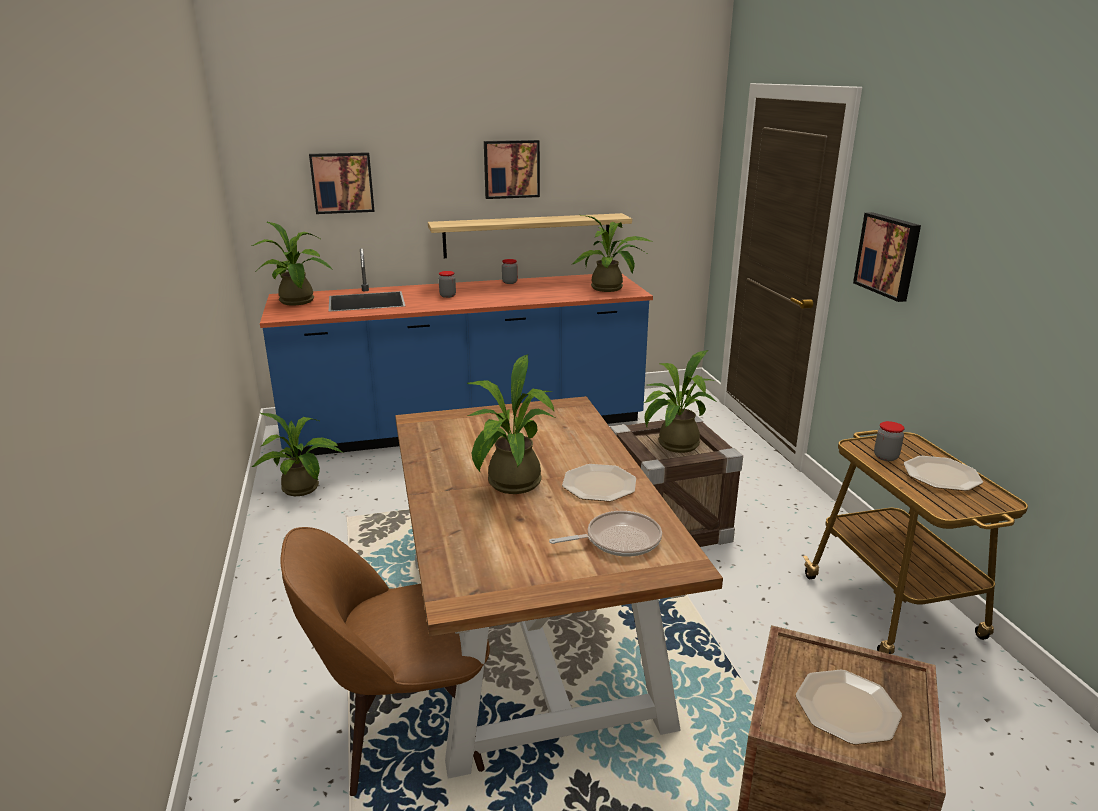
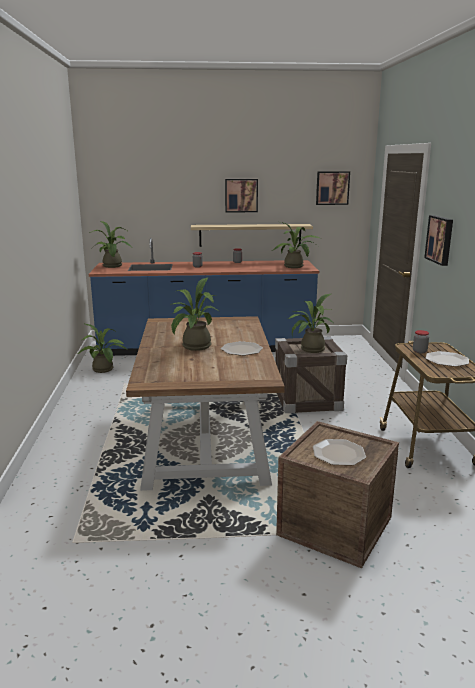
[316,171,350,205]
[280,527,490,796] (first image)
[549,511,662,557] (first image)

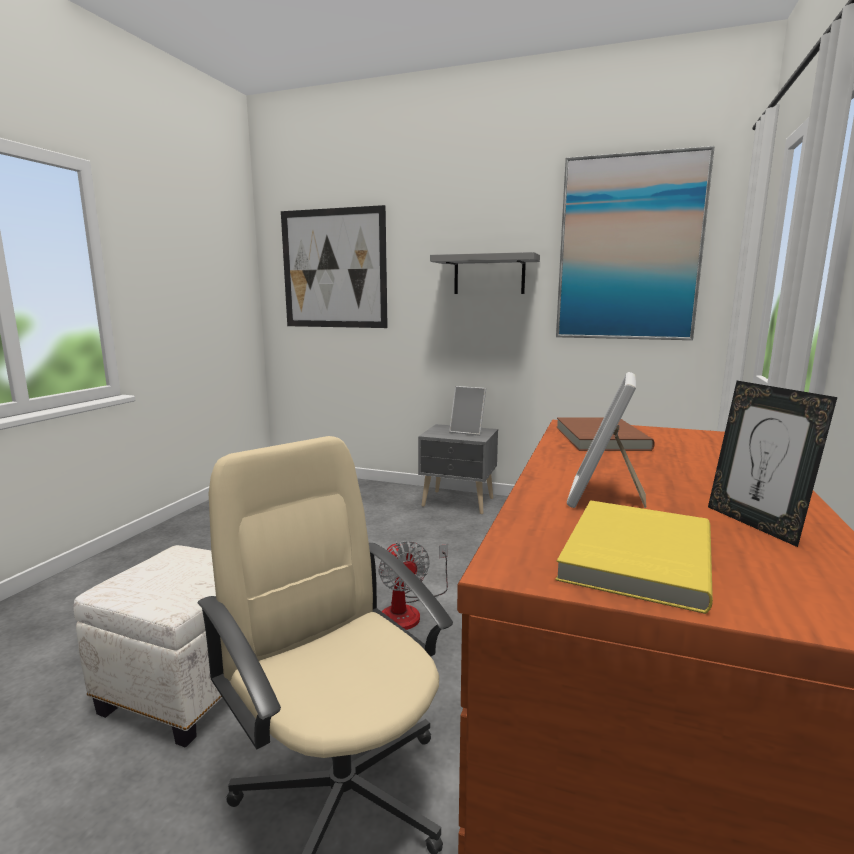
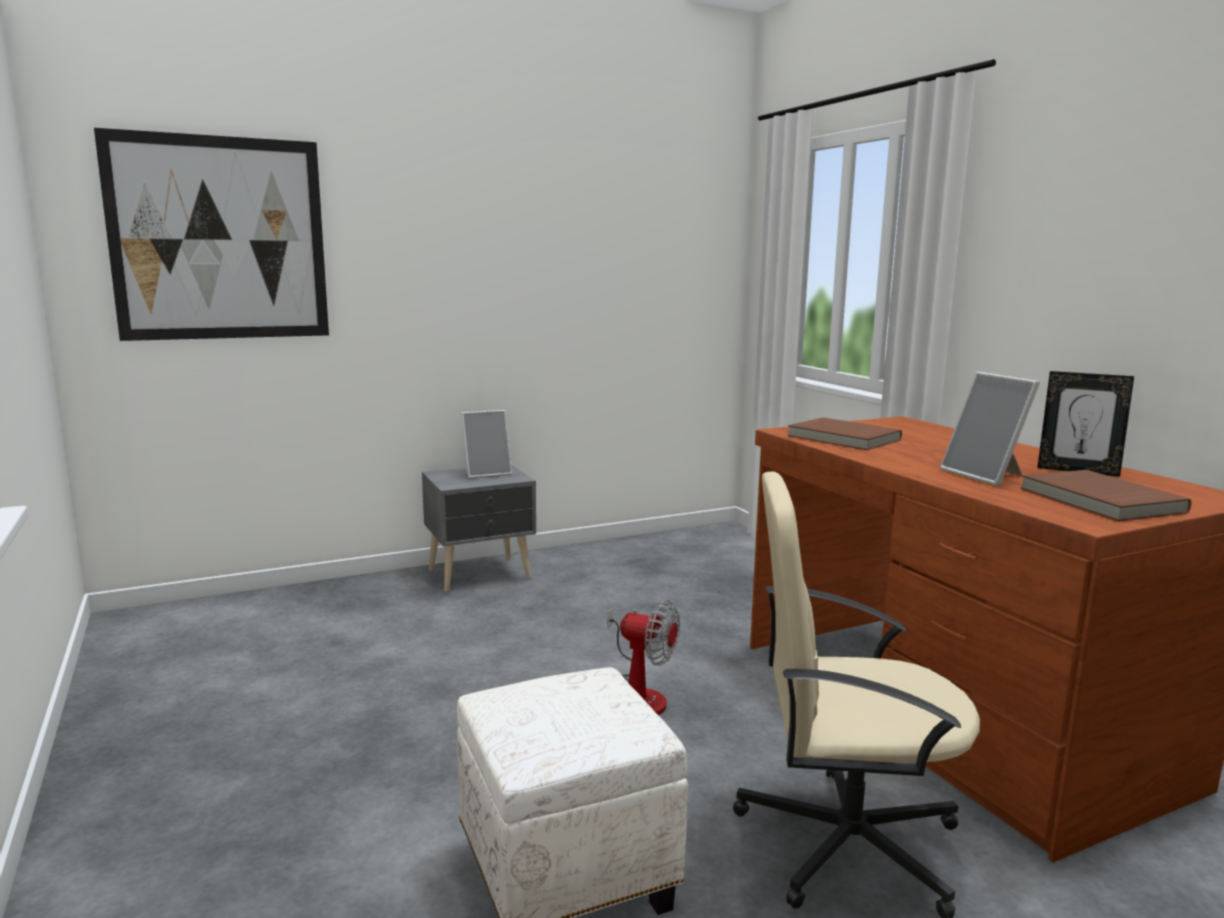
[1021,470,1191,521]
[430,252,540,294] (first image)
[556,146,715,340] (first image)

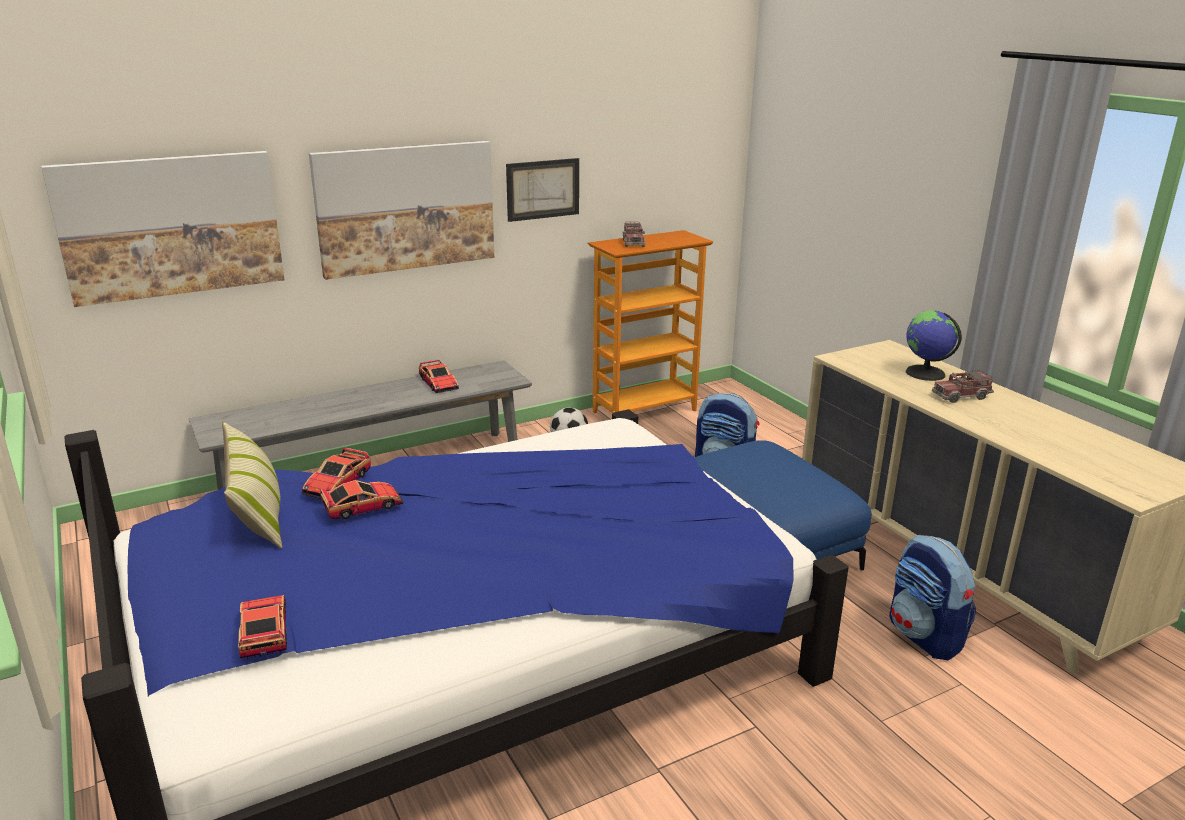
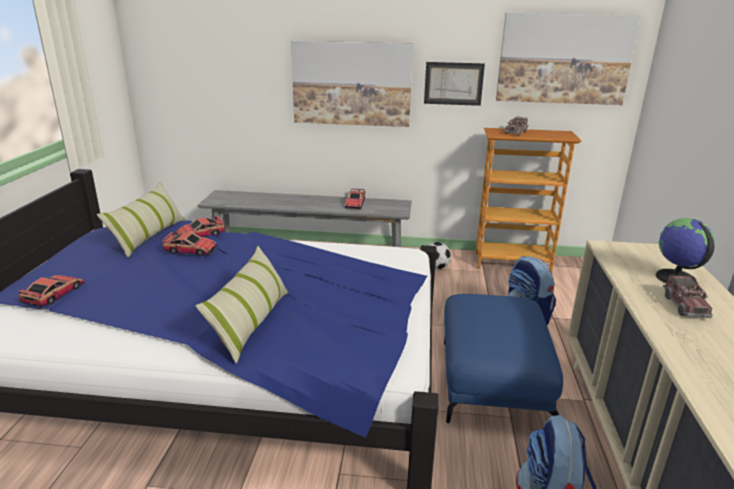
[195,246,289,363]
[496,13,641,105]
[663,274,713,318]

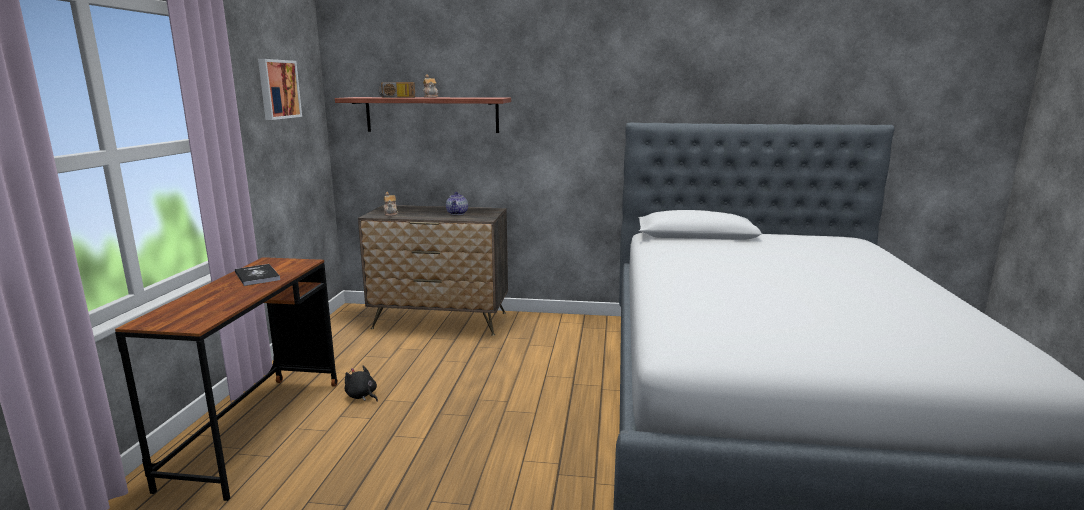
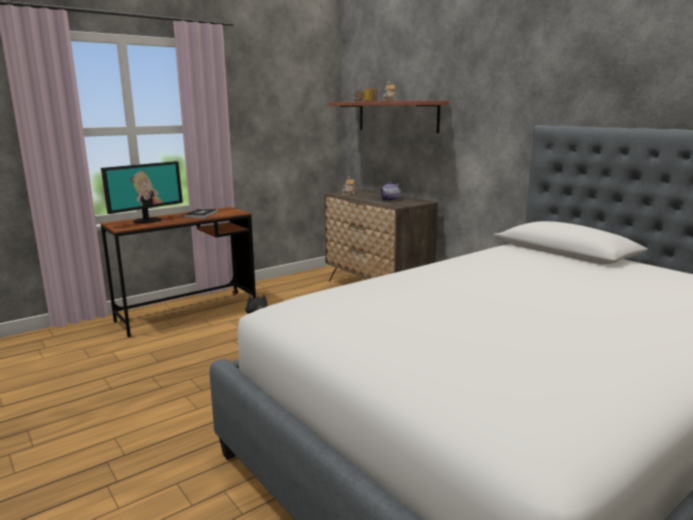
[101,161,183,223]
[258,59,302,120] (first image)

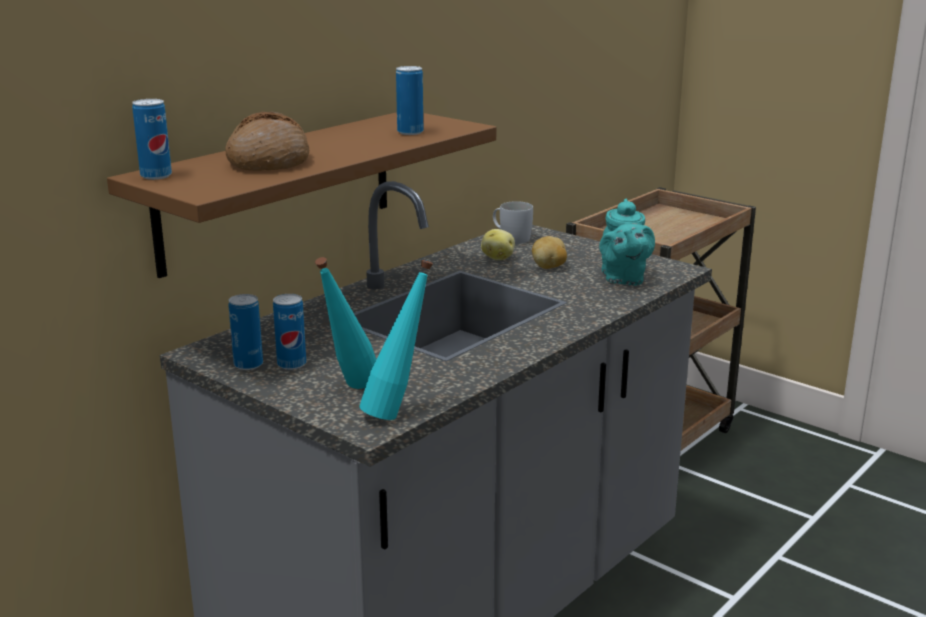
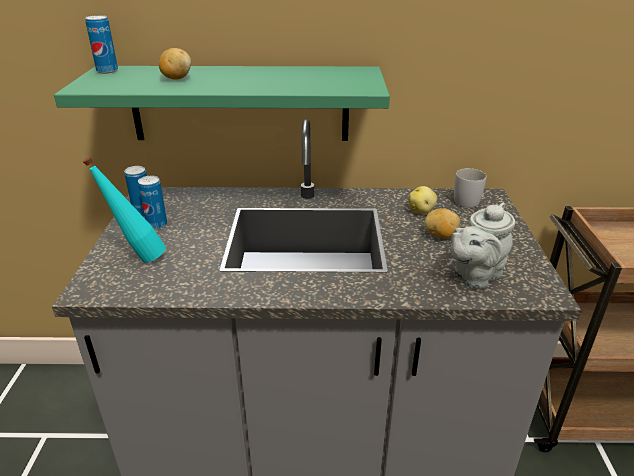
[54,66,390,141]
[159,48,191,80]
[451,203,515,289]
[359,260,433,420] (first image)
[396,66,423,135] (first image)

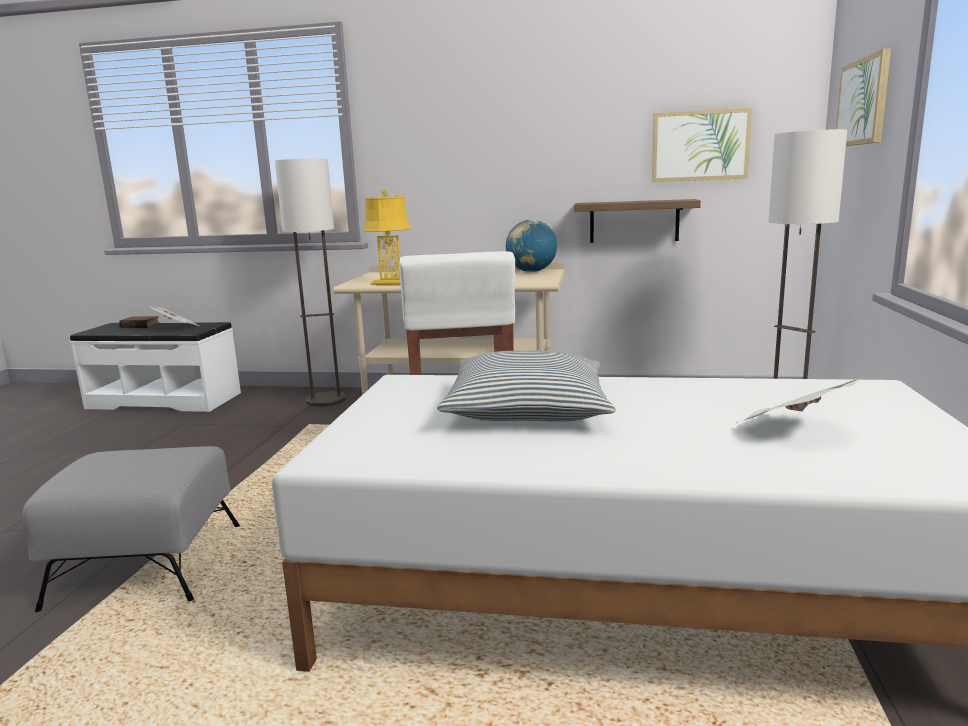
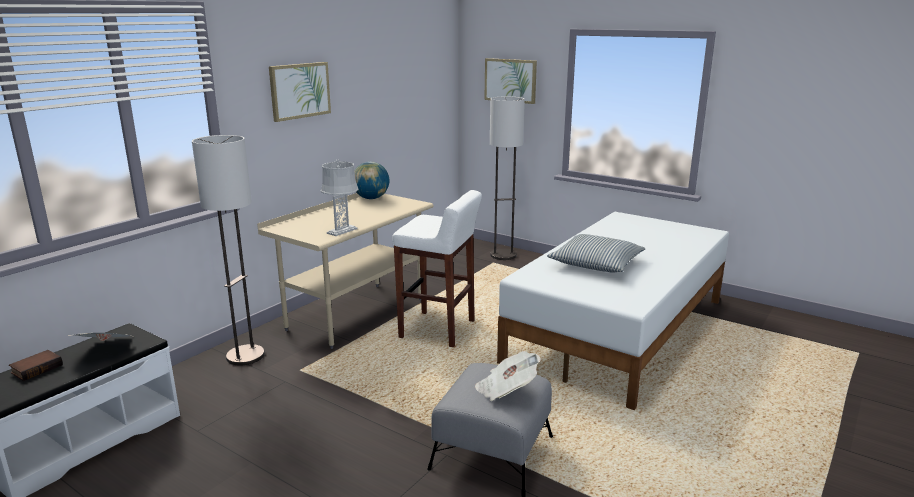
[269,62,331,122]
[321,159,358,236]
[475,351,541,401]
[574,199,701,243] (first image)

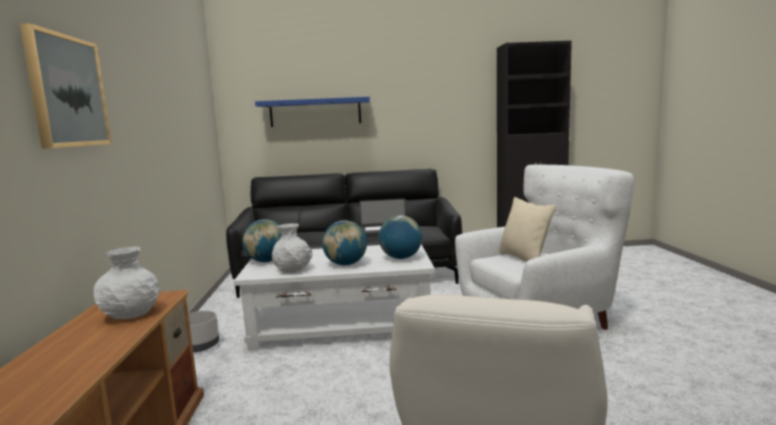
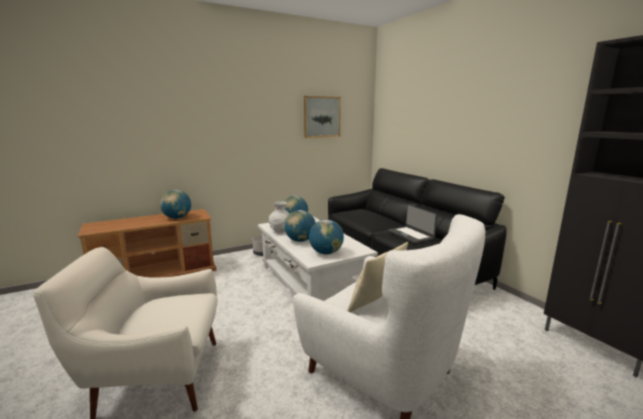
[160,190,191,219]
[304,96,341,138]
[255,97,370,127] (first image)

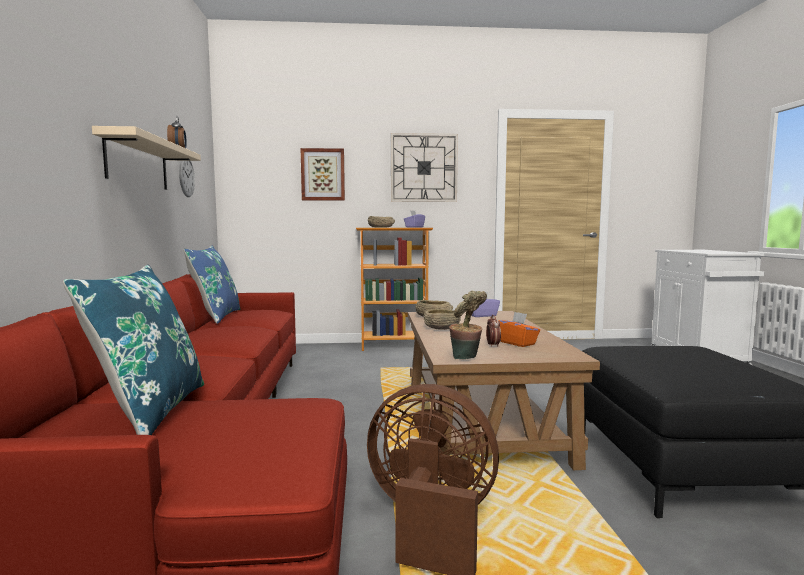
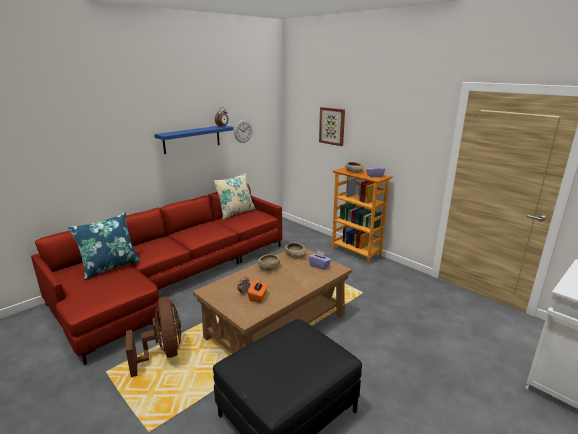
[154,125,234,154]
[213,173,256,220]
[391,133,458,202] (first image)
[449,291,487,359] (first image)

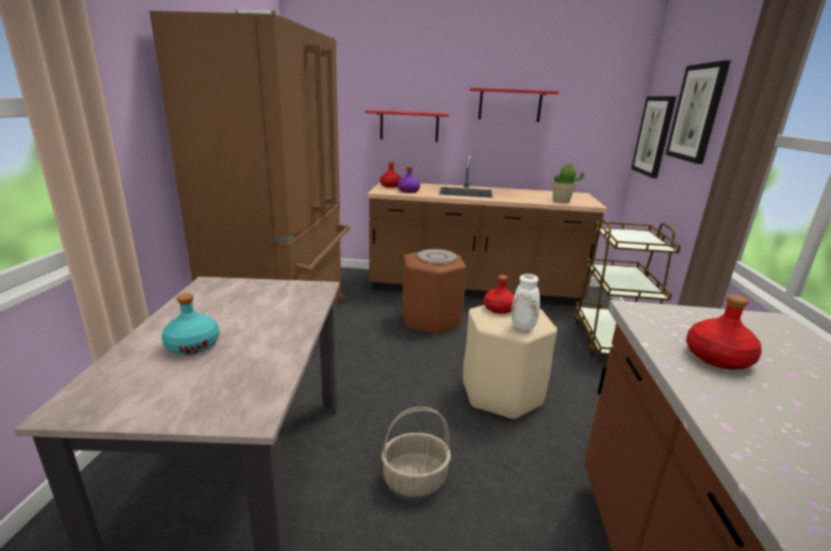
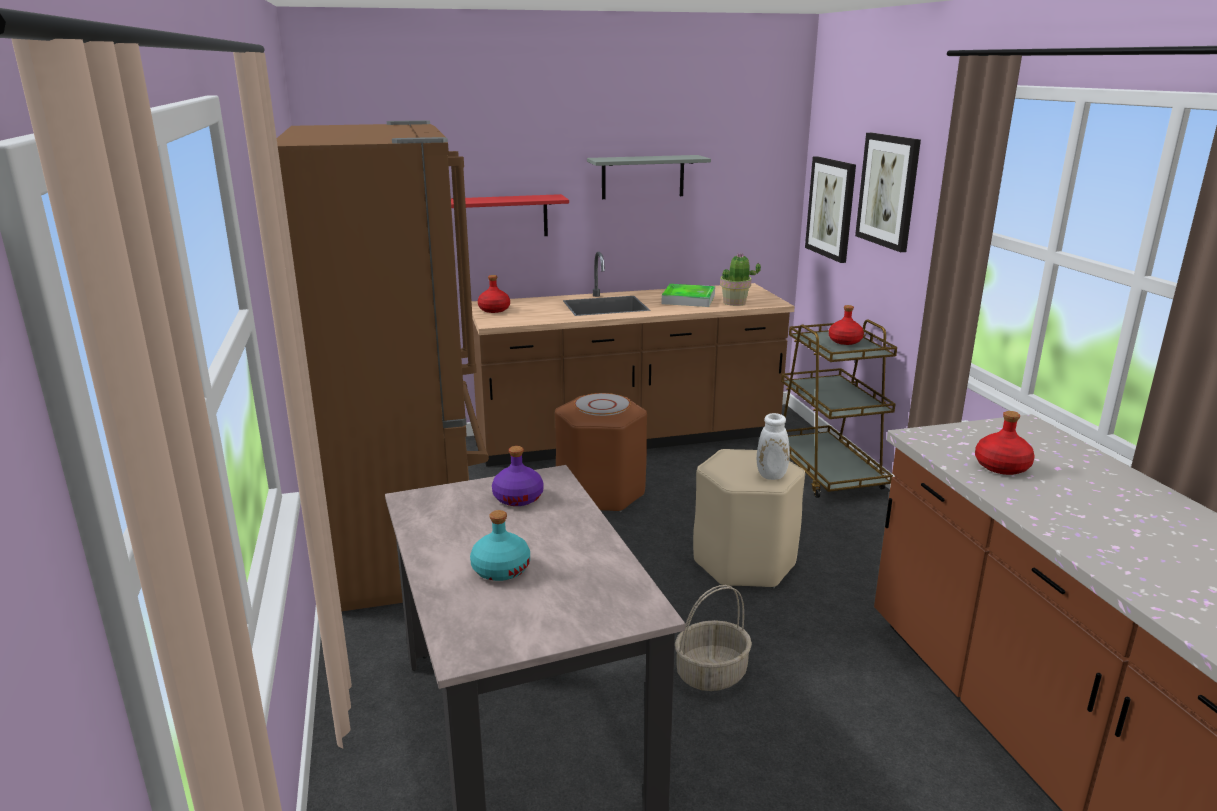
[492,446,543,506]
[587,155,711,199]
[661,284,715,307]
[829,305,864,345]

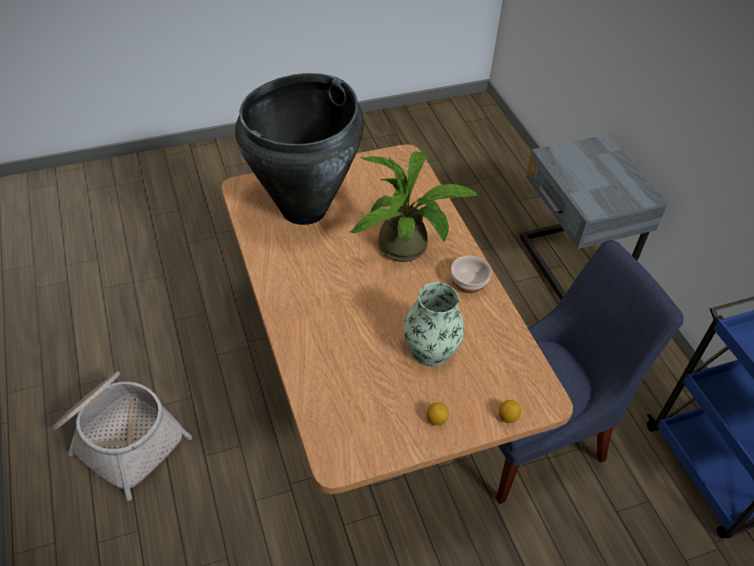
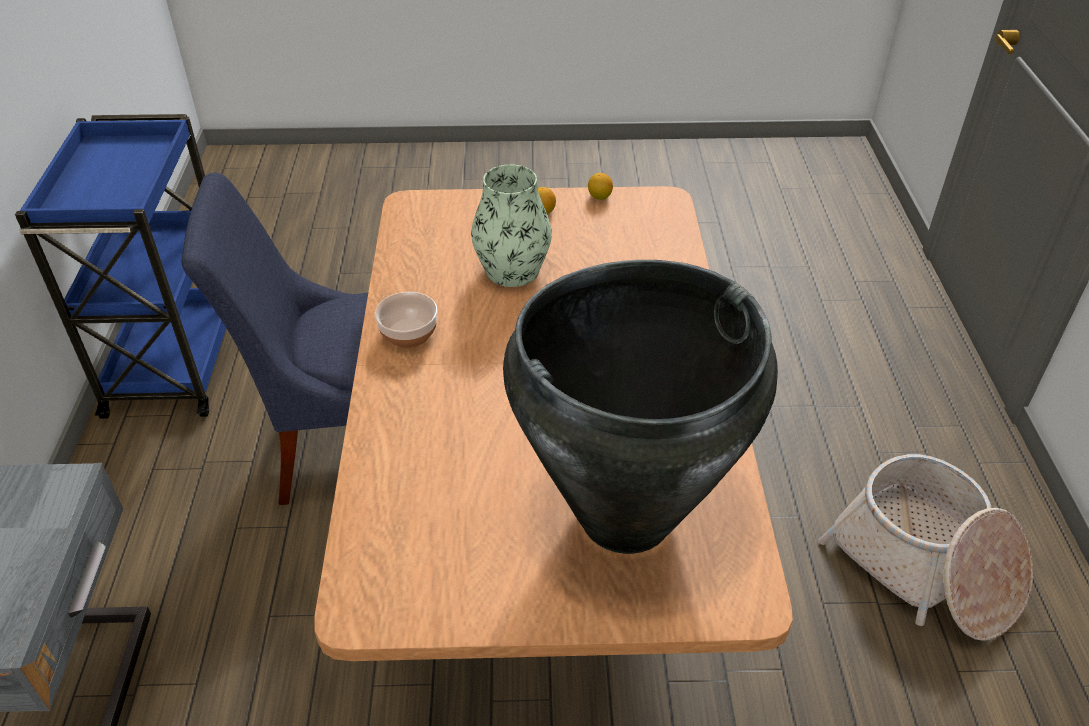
[588,173,613,200]
[350,151,479,262] (first image)

